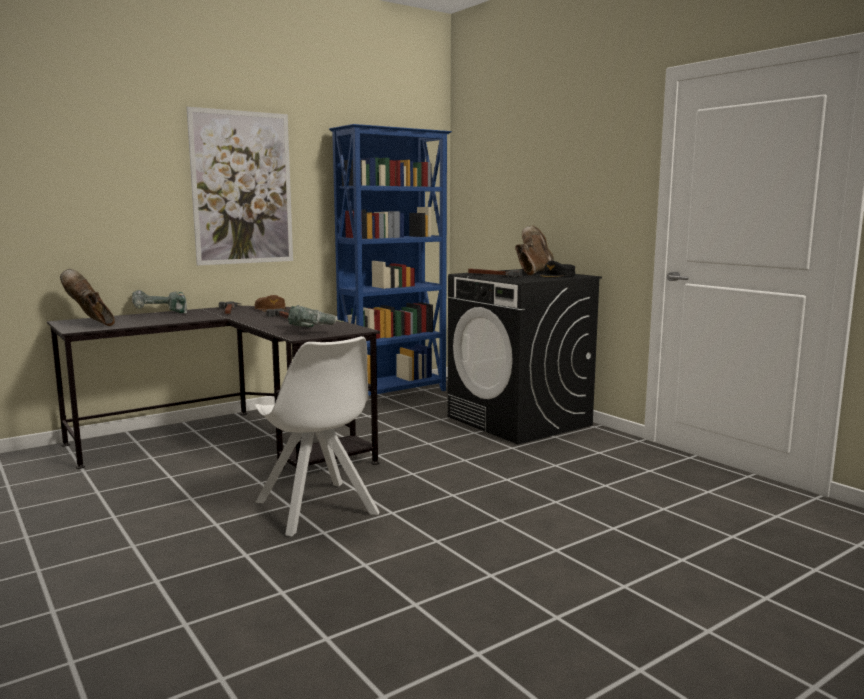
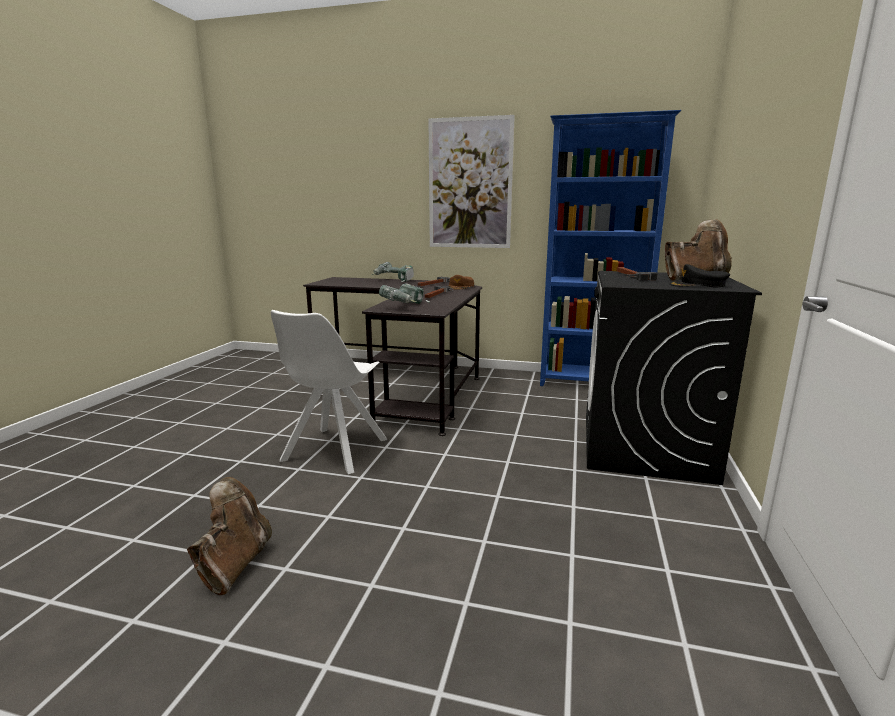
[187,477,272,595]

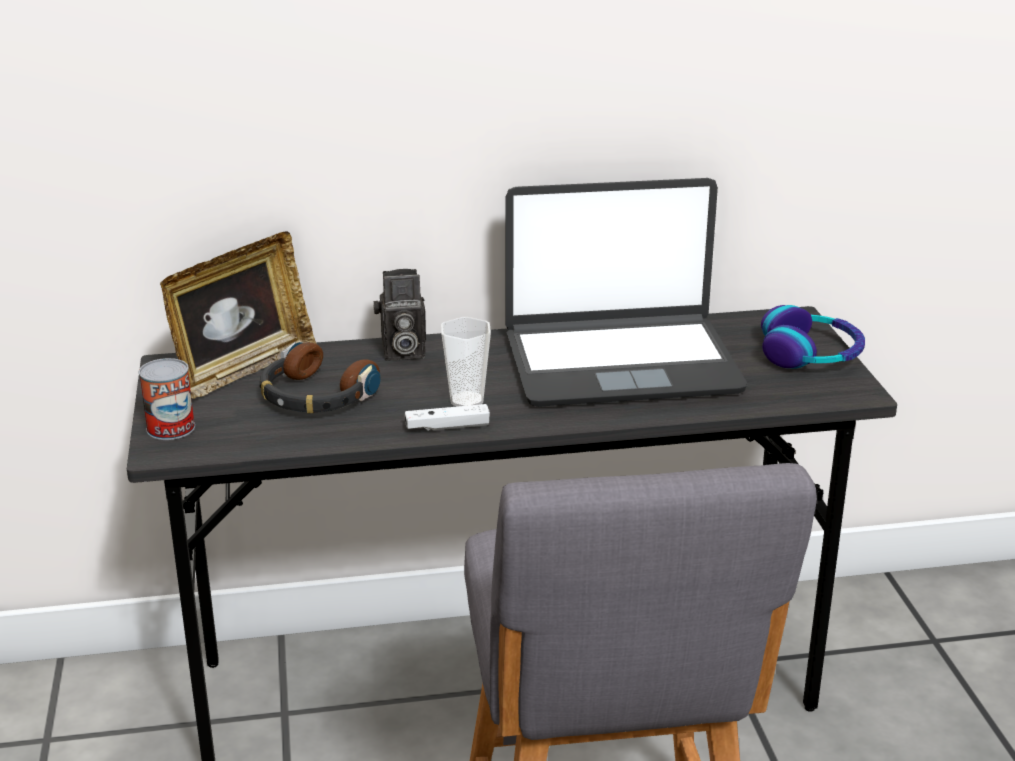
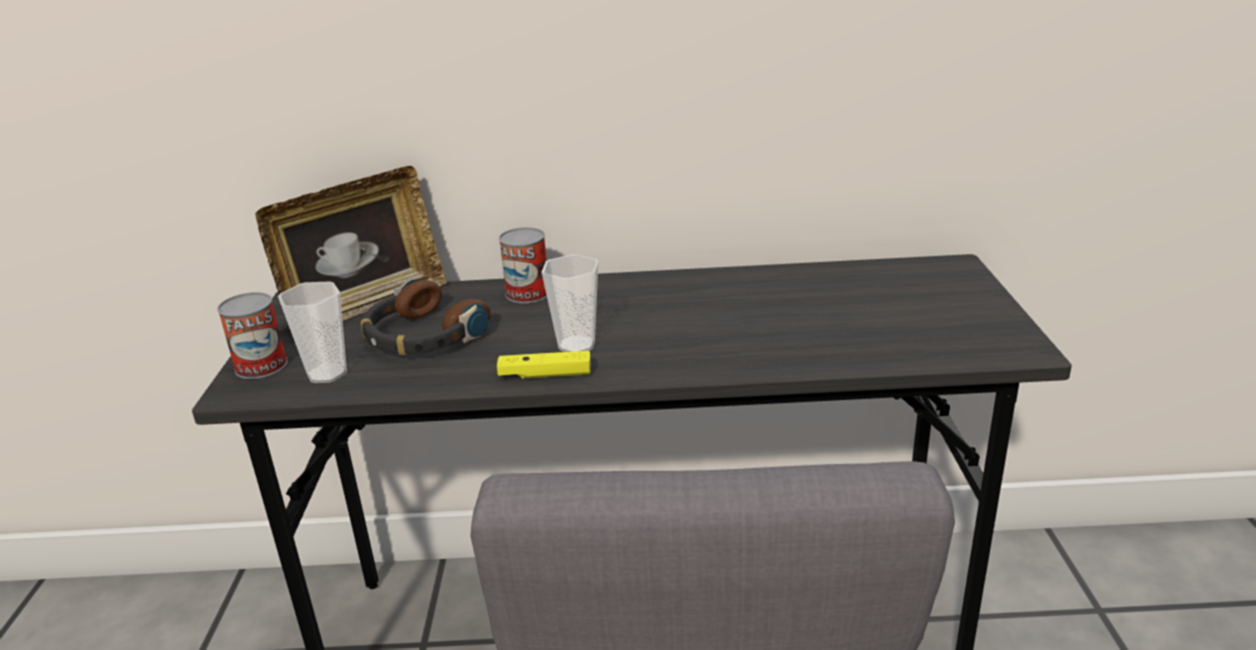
[278,281,347,383]
[497,351,591,378]
[499,227,547,303]
[505,178,747,407] (first image)
[761,305,865,369] (first image)

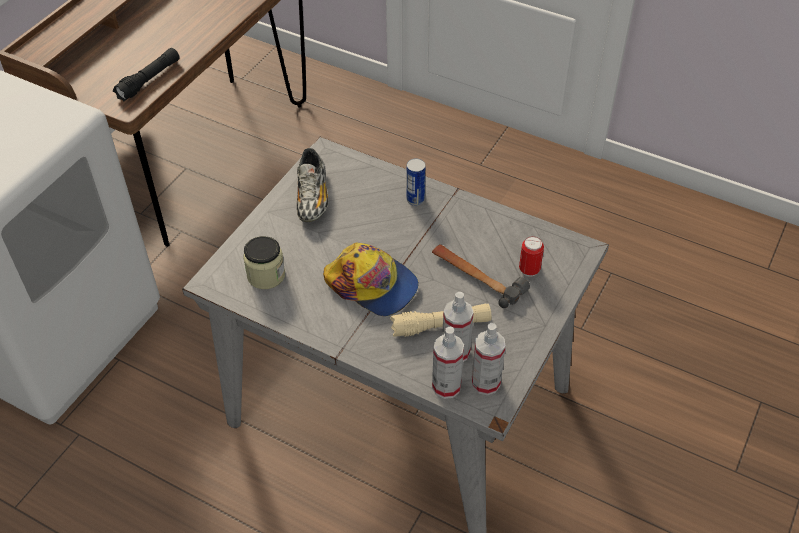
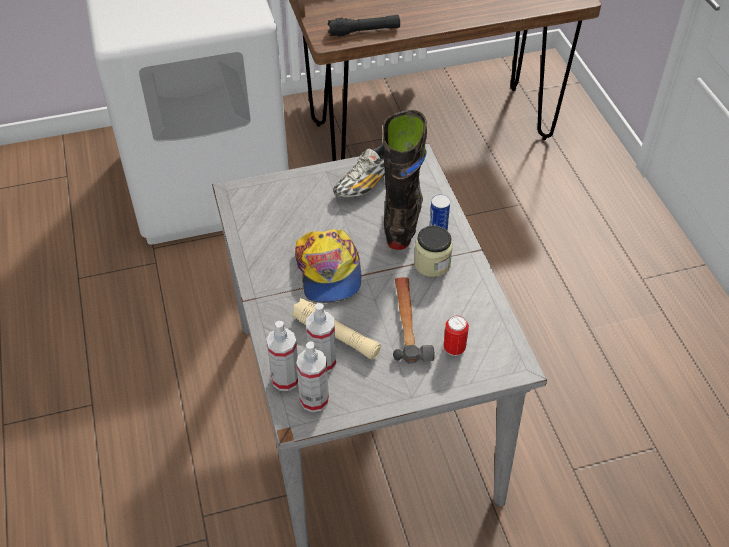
[383,110,427,250]
[414,226,453,277]

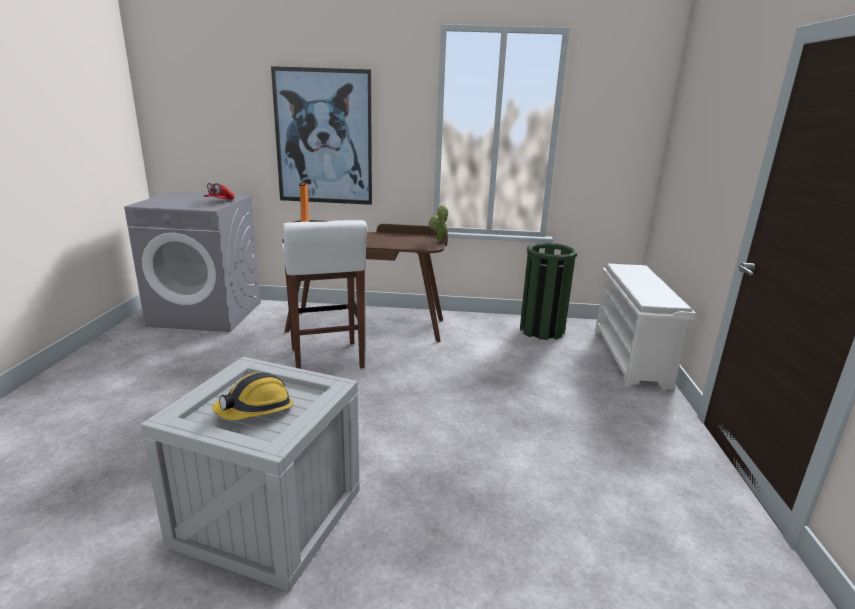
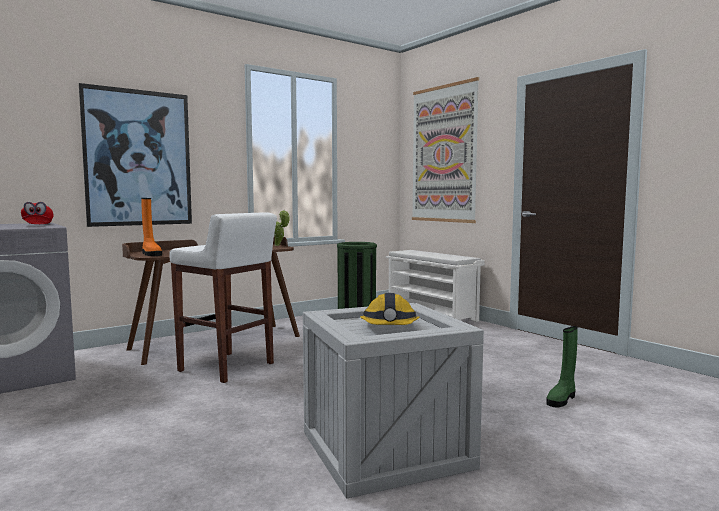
[412,77,479,223]
[546,326,578,408]

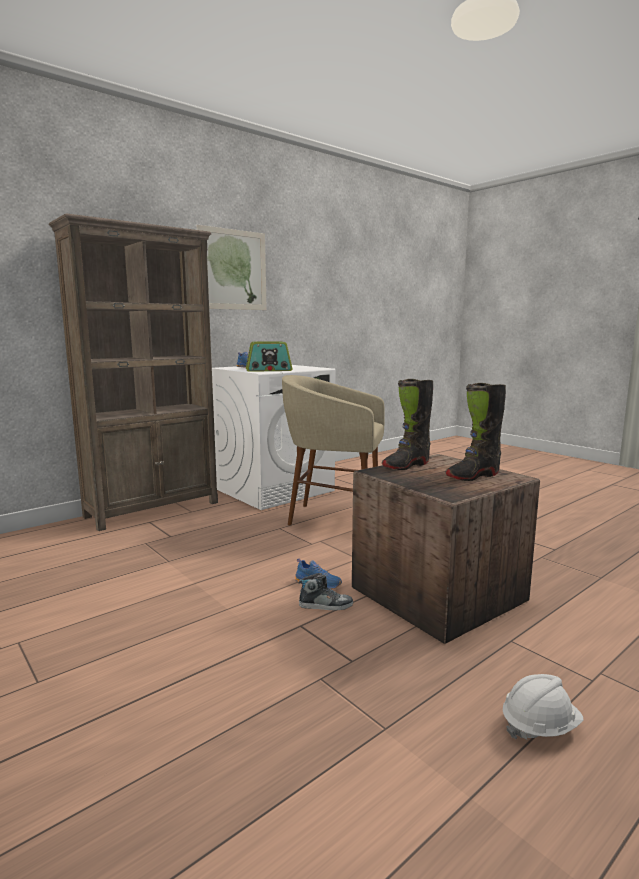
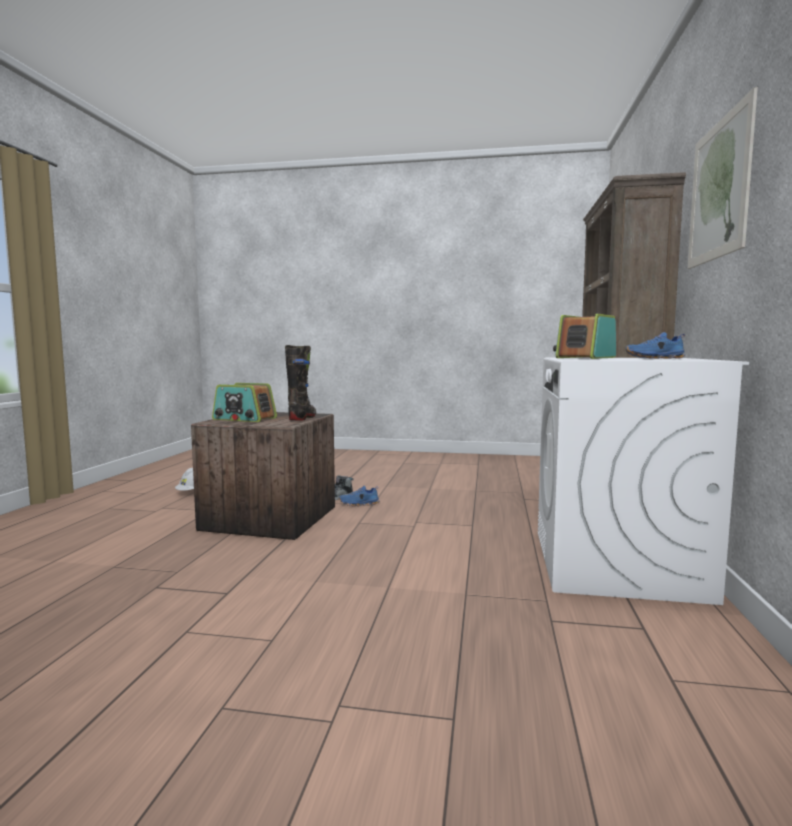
[212,383,277,422]
[282,375,385,525] (first image)

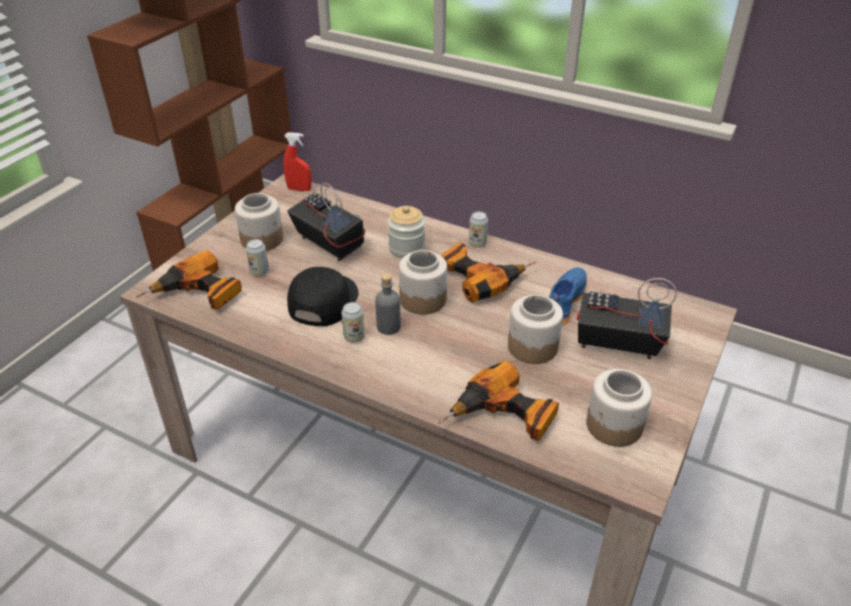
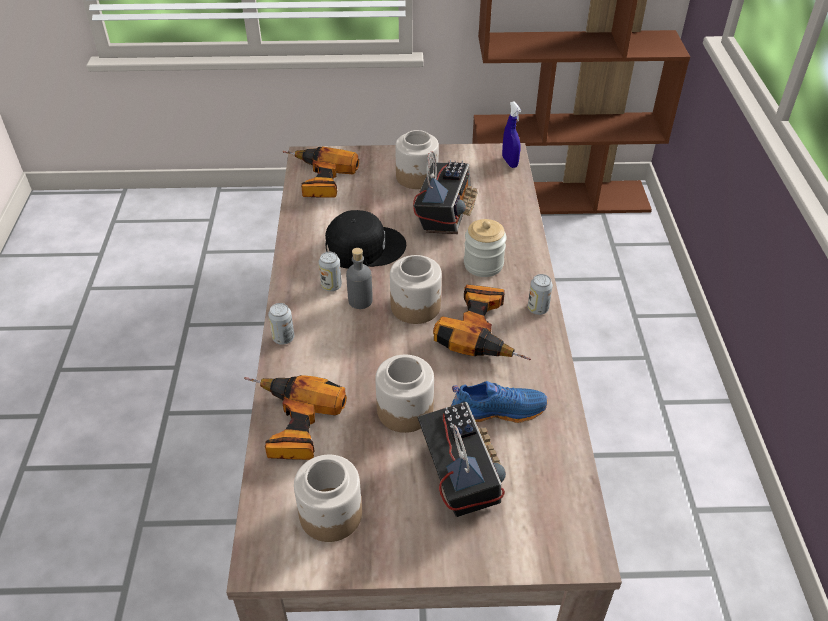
[268,303,294,345]
[502,101,521,168]

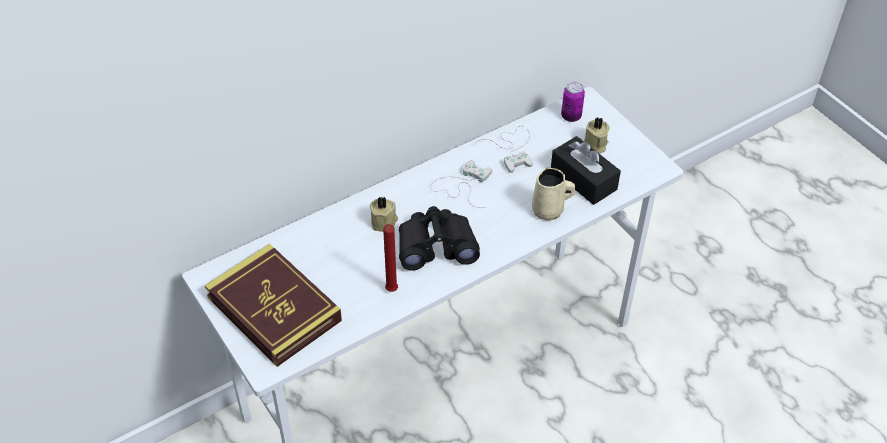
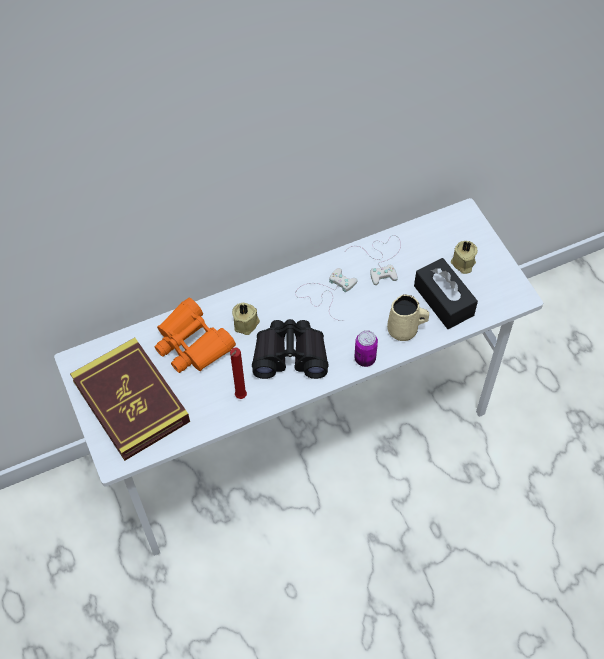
[154,298,236,373]
[354,330,378,367]

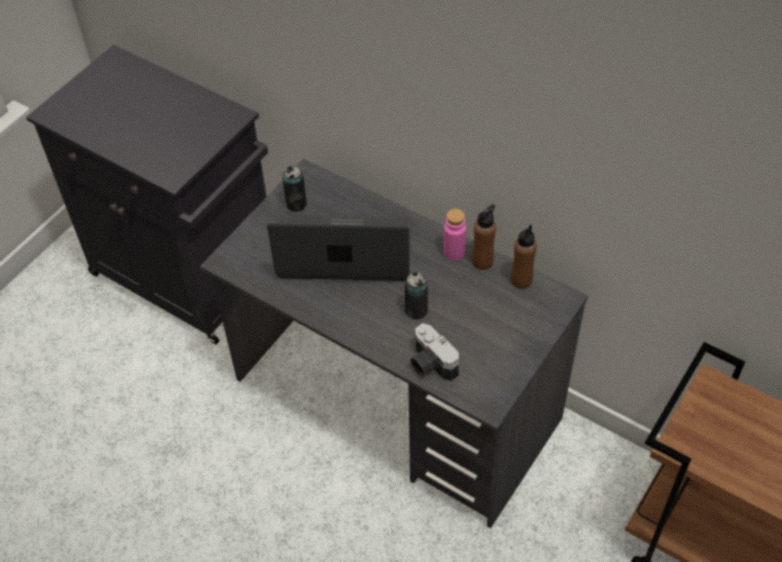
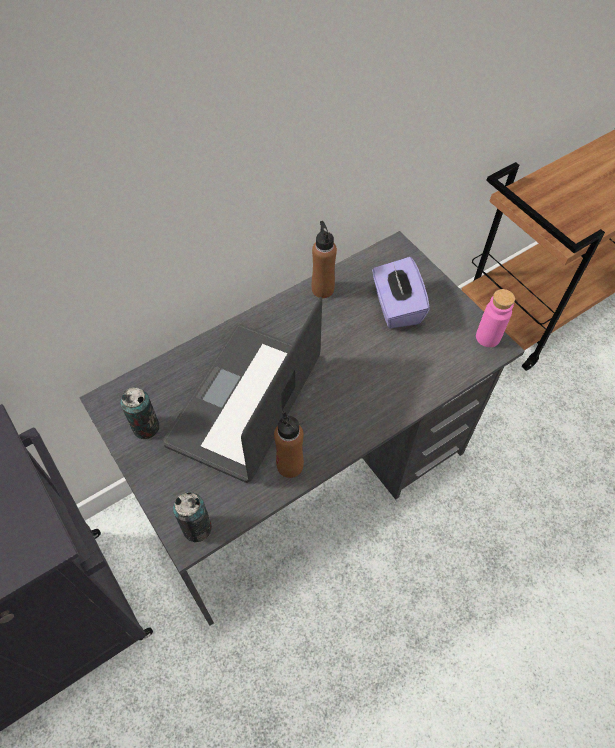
[173,492,212,542]
[274,410,304,478]
[372,257,430,328]
[476,289,515,347]
[410,323,459,382] (first image)

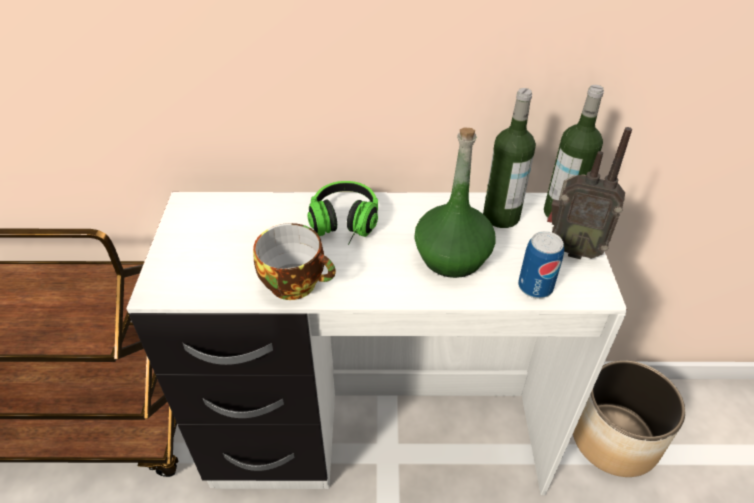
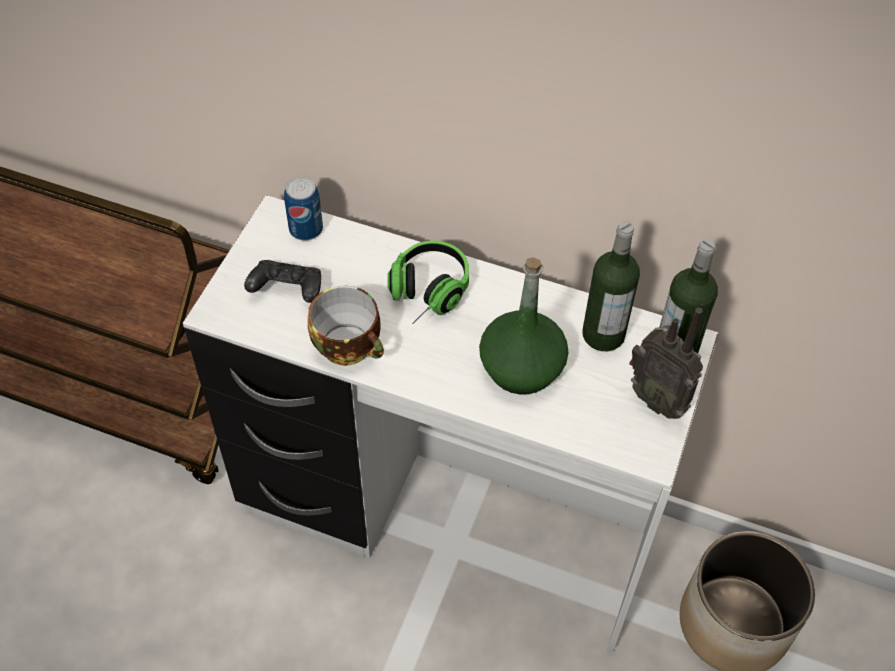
[244,260,321,303]
[284,177,323,241]

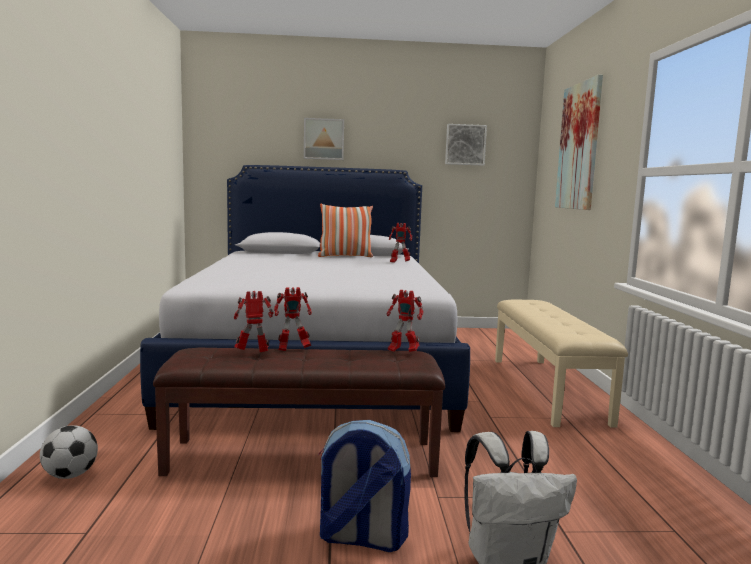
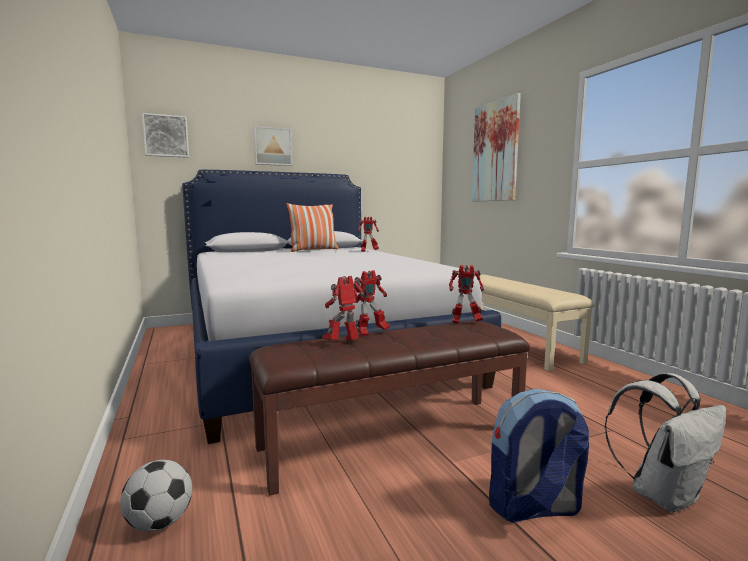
[142,113,189,158]

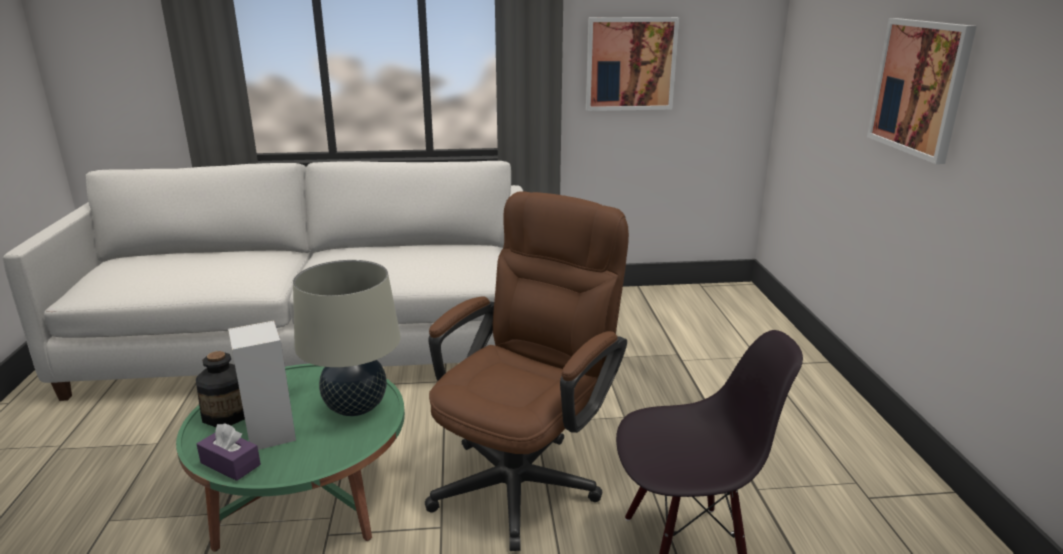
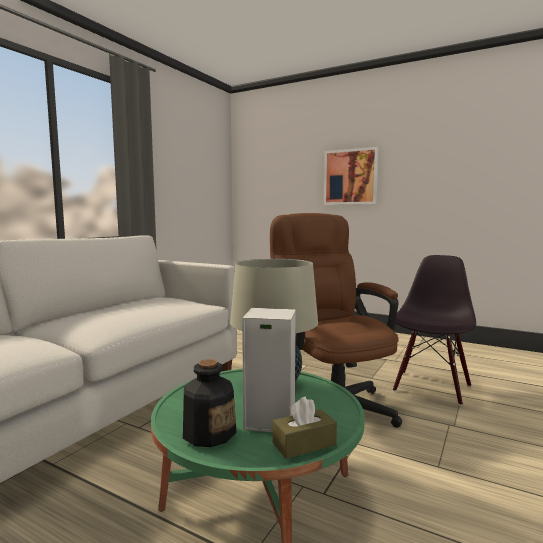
[273,397,337,459]
[586,17,679,111] (first image)

